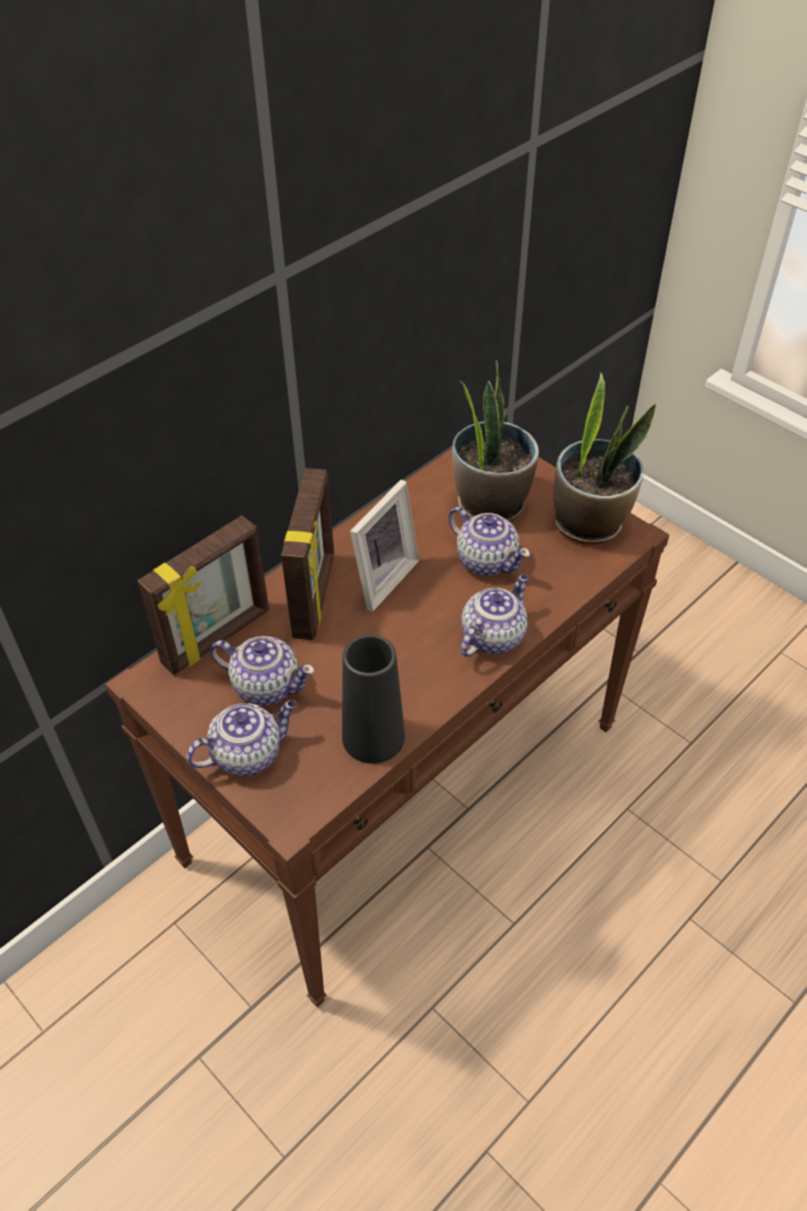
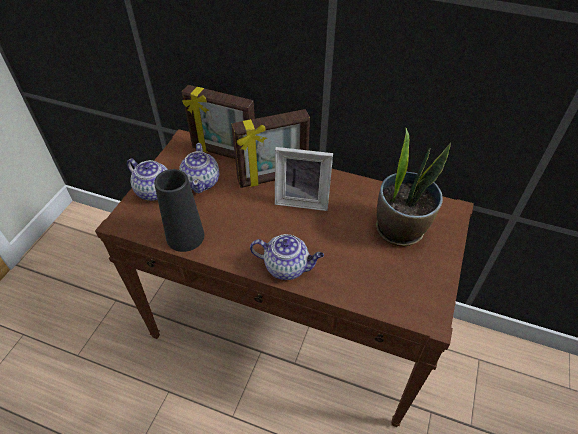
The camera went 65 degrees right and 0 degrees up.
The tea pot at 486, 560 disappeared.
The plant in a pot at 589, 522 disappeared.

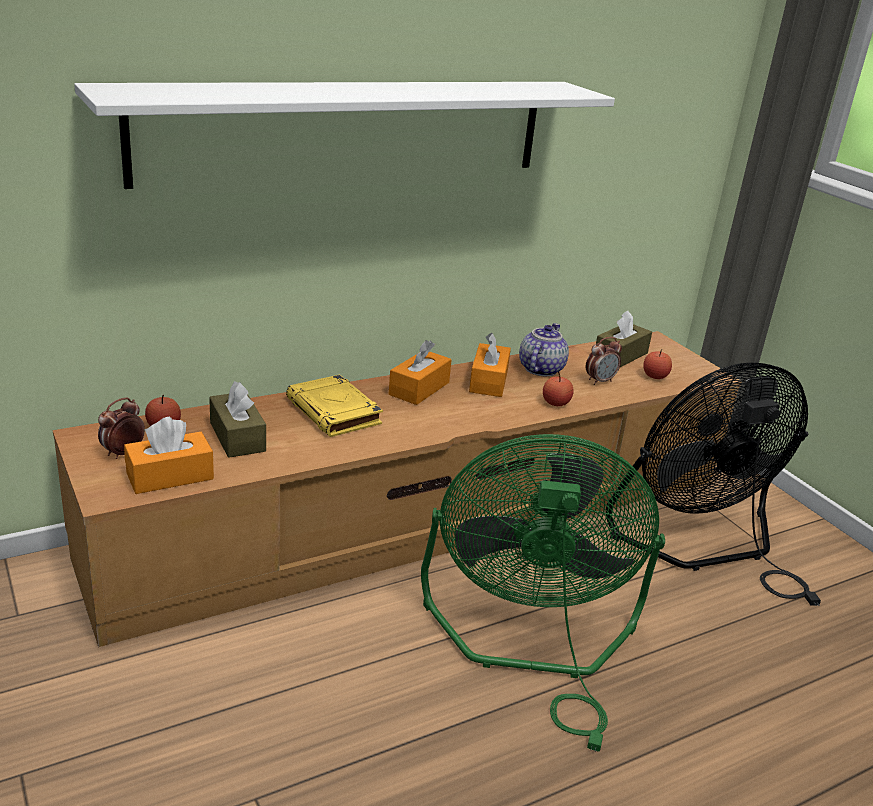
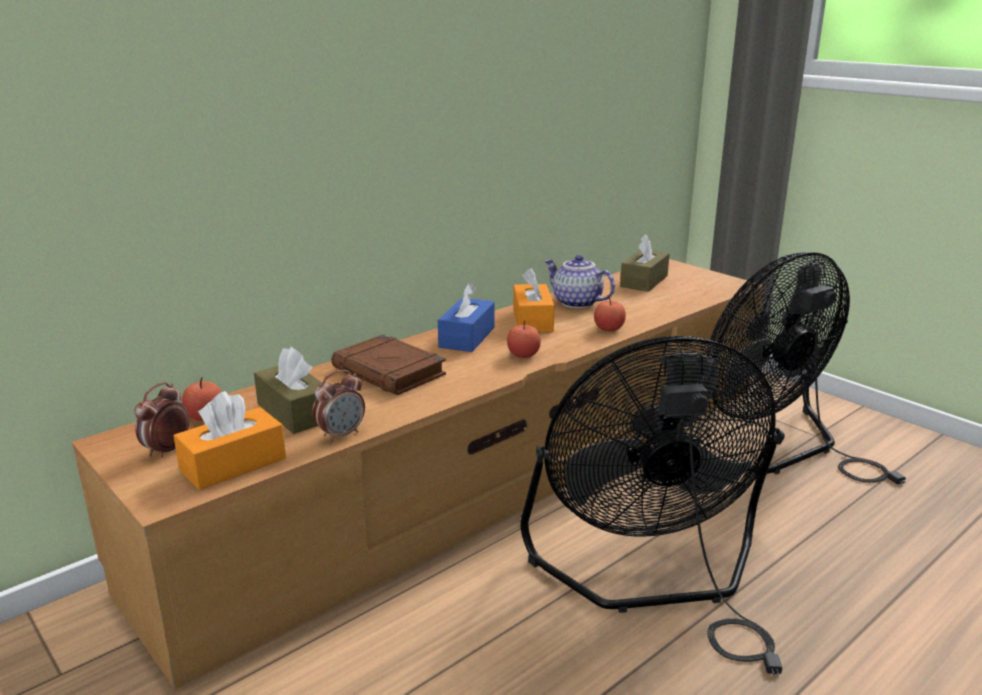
The camera went 10 degrees left and 5 degrees down.
The shelf/white at 349, 130 disappeared.
The bedside clock moved from 600, 381 to 341, 435.
The whole apple moved from 655, 376 to 523, 355.
The bound book/yellowish at 334, 412 became the bound book/brownish at 390, 372.
The tissue holder/orange at 419, 388 became the tissue holder/blue at 467, 337.
The electric fan/green-coloured at 537, 648 became the electric fan/black-coloured at 665, 581.
The tea pot at 540, 369 turned 60 degrees counterclockwise.

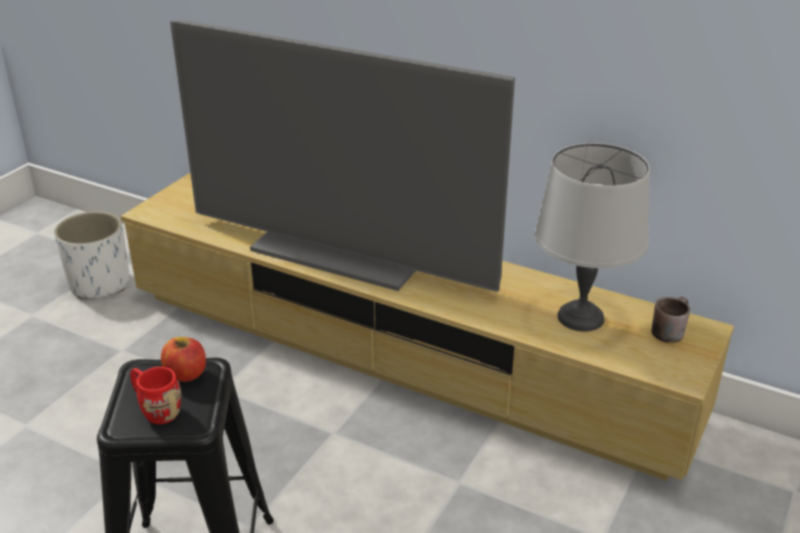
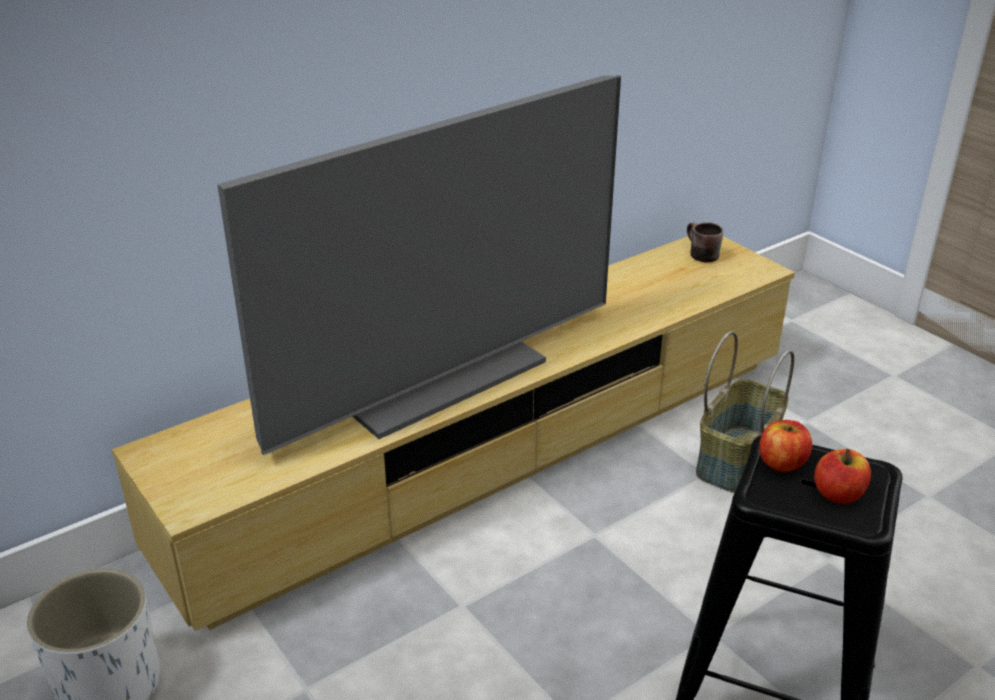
The camera went 65 degrees left and 0 degrees up.
The table lamp/grey at 581, 317 disappeared.
The basket at 736, 458 appeared.
The tea mug/red-coloured at 156, 409 was replaced by the whole apple at 838, 494.

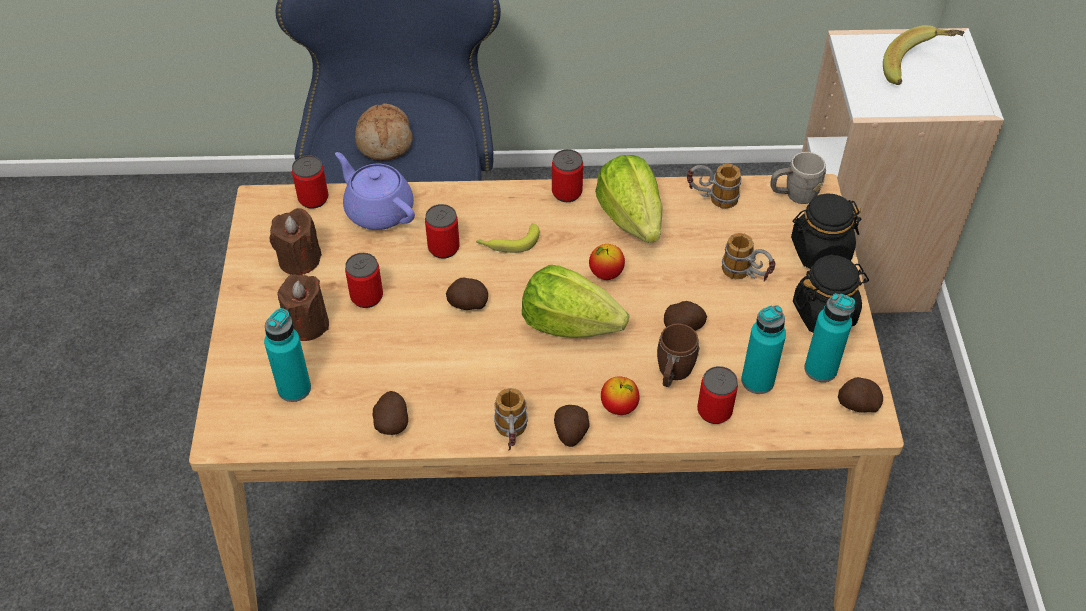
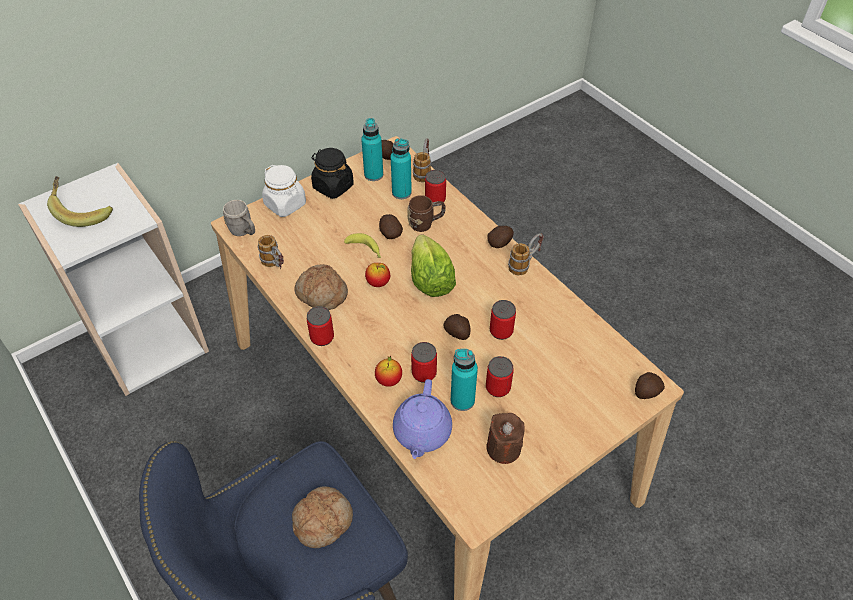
The camera went 125 degrees left and 0 degrees up.
The candle/brownish at 307, 324 disappeared.
The bottle/blue-green moved from 294, 388 to 462, 400.
The can moved from 313, 198 to 501, 331.
The whole potato moved from 392, 421 to 645, 392.
The banana fruit moved from 508, 243 to 365, 250.
The whole apple moved from 619, 407 to 389, 380.
The tea mug moved from 746, 276 to 423, 170.
The head of lettuce at 631, 218 was replaced by the bread at 321, 294.
The jar/black-coloured at 820, 251 became the jar/white at 285, 204.

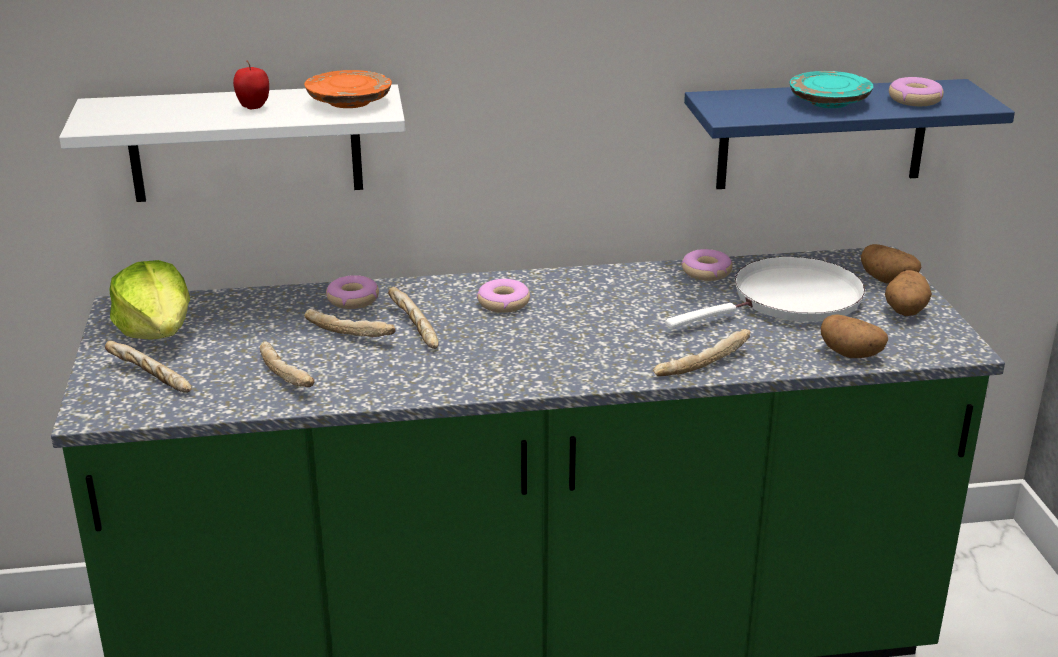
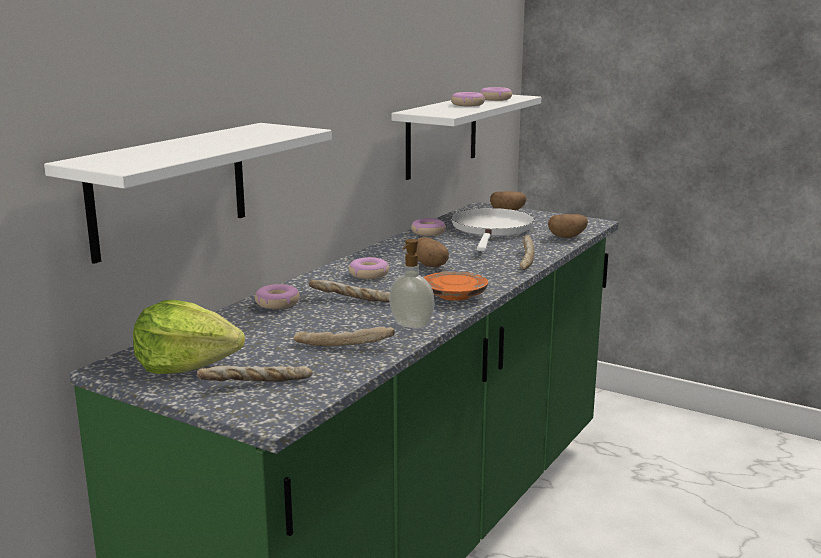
The camera went 50 degrees left and 10 degrees down.
The whole apple at 253, 107 disappeared.
The bread at 349, 332 disappeared.
The soap bottle at 410, 326 appeared.
The plate/orange moved from 349, 102 to 454, 296.
The whole potato moved from 905, 311 to 431, 266.
The plate/blue-green at 829, 102 was replaced by the donut at 467, 104.
The shelf/blue at 822, 134 became the shelf/white at 441, 135.

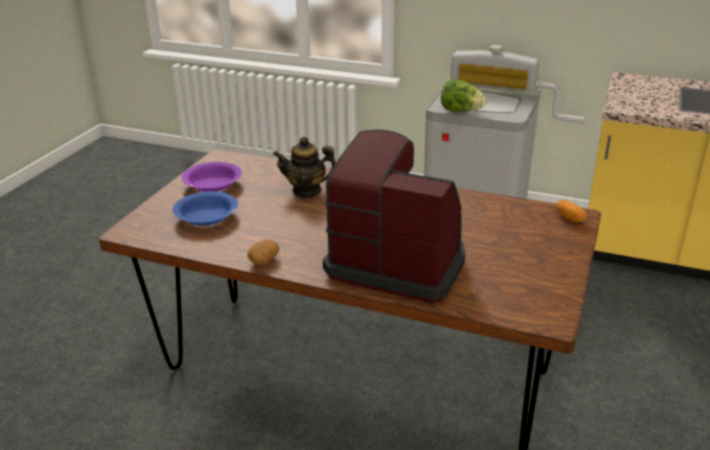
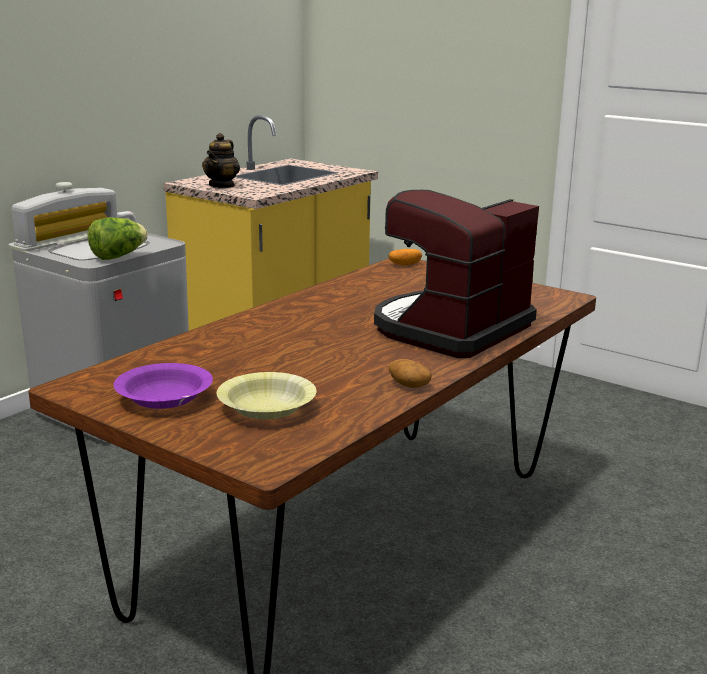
The camera went 75 degrees left and 10 degrees down.
The tea pot moved from 307, 191 to 222, 185.
The bowl/blue at 206, 217 became the bowl/yellowish at 267, 408.

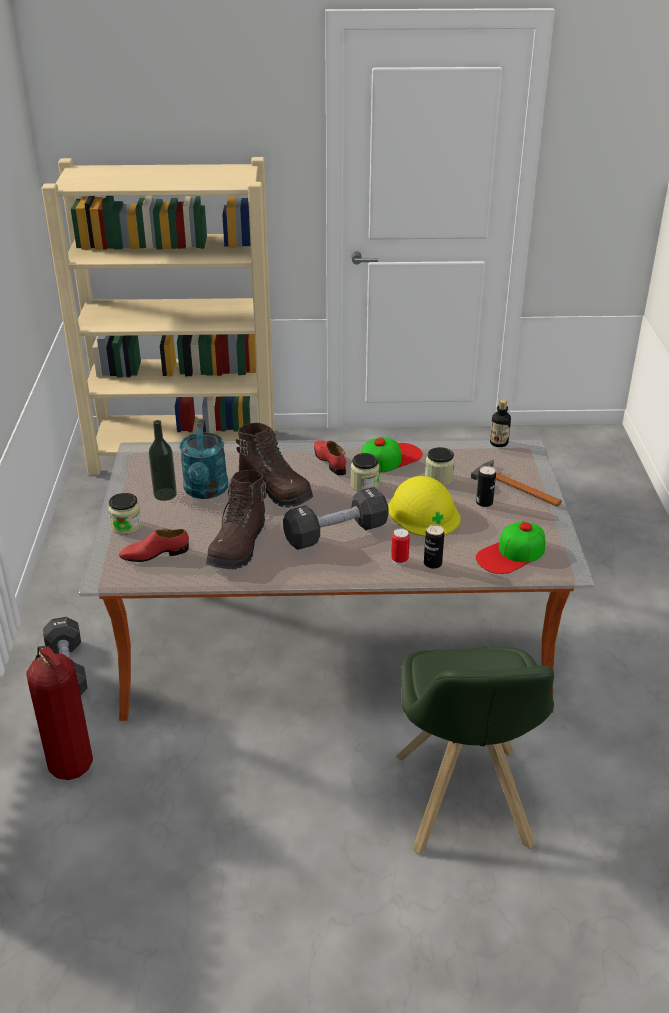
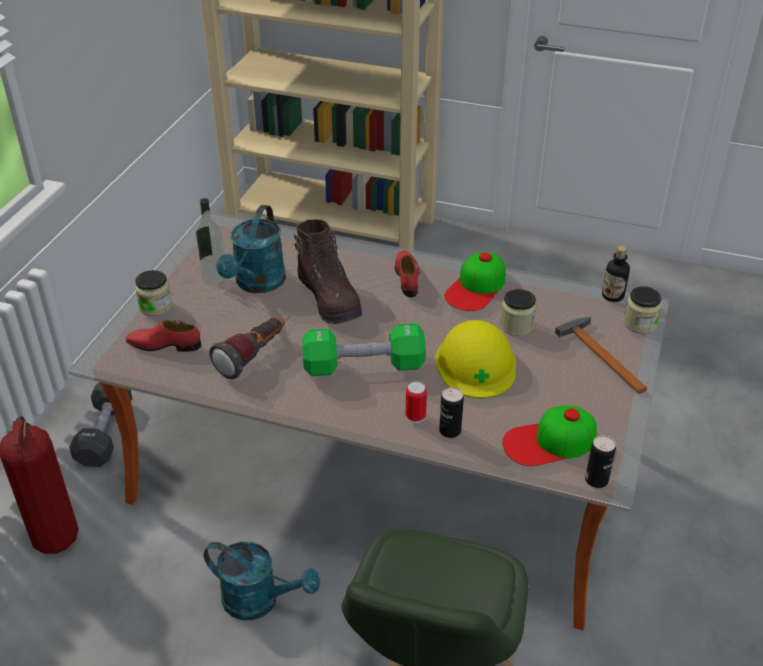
The camera went 20 degrees right and 5 degrees up.
The sprinkling can/blue-green at 260, 601 appeared.
The jar moved from 364, 485 to 639, 323.
The can moved from 484, 502 to 596, 480.
The boot/brownish at 239, 546 was replaced by the flashlight at 253, 357.
The free weight/black-coloured at 336, 533 became the free weight/green-coloured at 363, 366.
The peaked cap at 390, 458 turned 135 degrees clockwise.

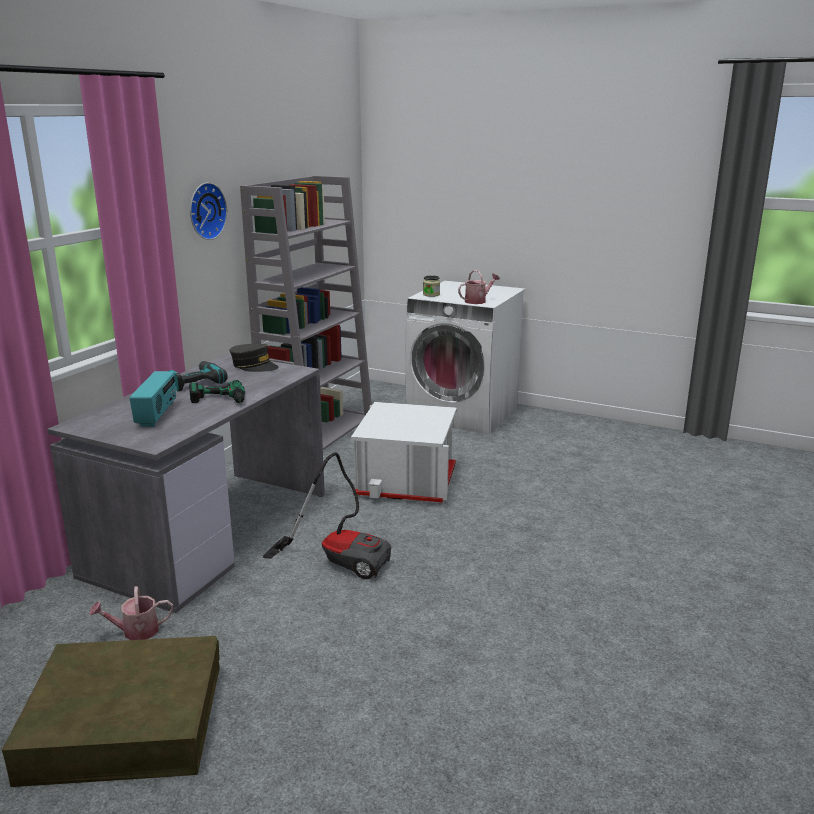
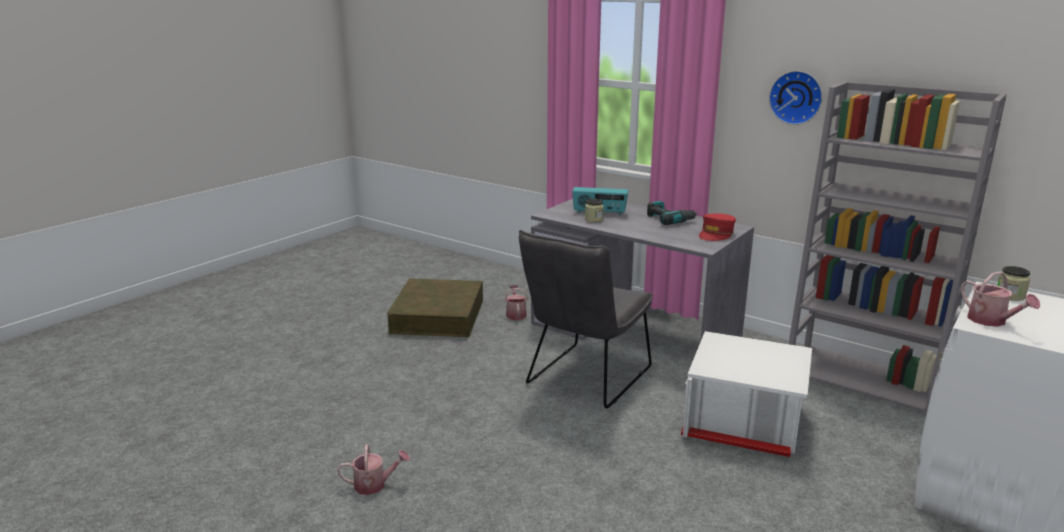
The camera went 100 degrees right and 0 degrees up.
The electric drill at 218, 401 disappeared.
The sprinkling can at 375, 484 appeared.
The jar at 593, 219 appeared.
The vacuum cleaner at 340, 559 was replaced by the upright chair/grey at 584, 379.
The peaked cap/grey at 254, 366 became the peaked cap/red-coloured at 716, 234.

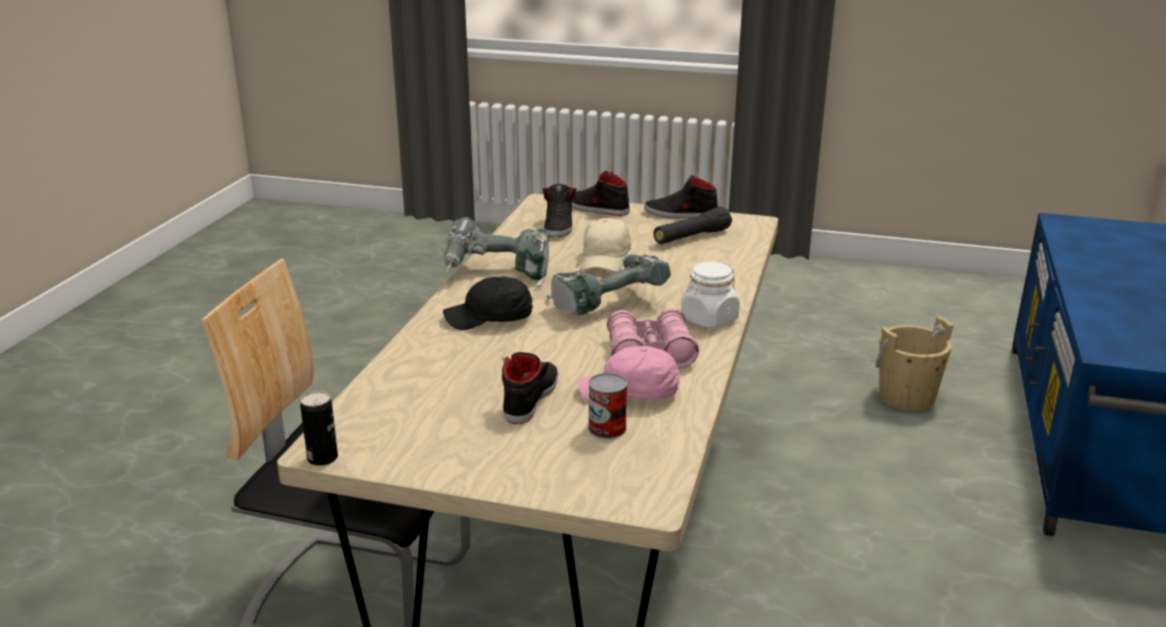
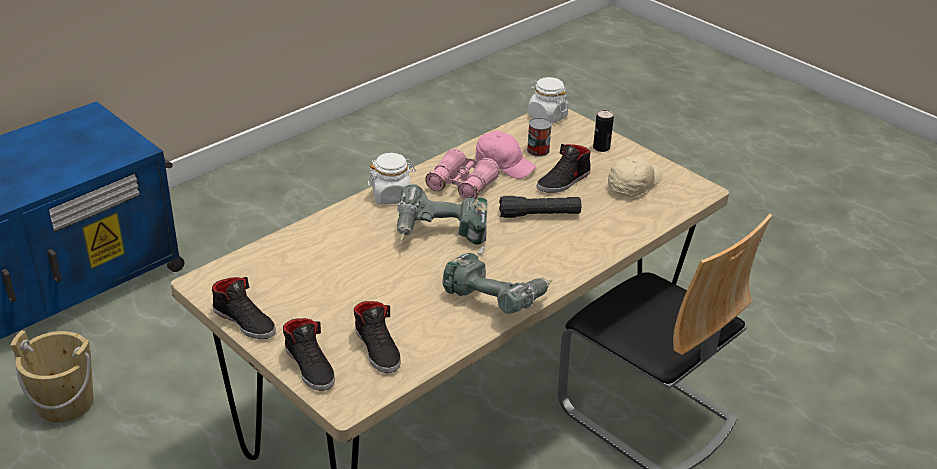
The camera went 150 degrees left and 10 degrees up.
The peaked cap/black-coloured at 490, 319 disappeared.
The jar/white at 547, 116 appeared.
The can moved from 322, 458 to 601, 148.
The peaked cap/beige-coloured moved from 605, 259 to 633, 184.
The flashlight/black-coloured moved from 691, 237 to 539, 215.
The low shoe/black-coloured at 559, 226 turned 120 degrees clockwise.

